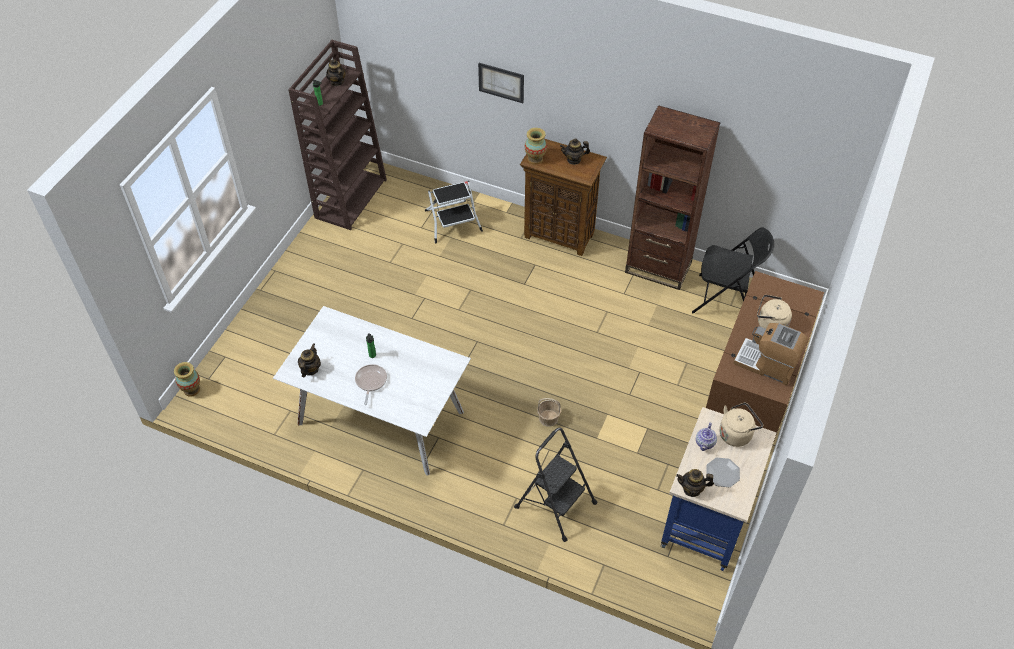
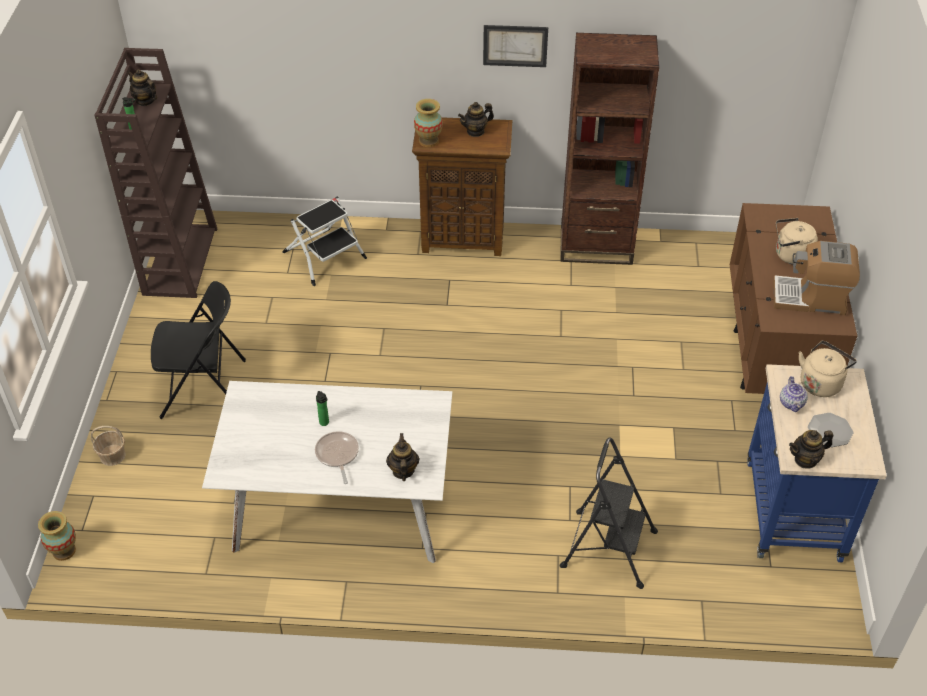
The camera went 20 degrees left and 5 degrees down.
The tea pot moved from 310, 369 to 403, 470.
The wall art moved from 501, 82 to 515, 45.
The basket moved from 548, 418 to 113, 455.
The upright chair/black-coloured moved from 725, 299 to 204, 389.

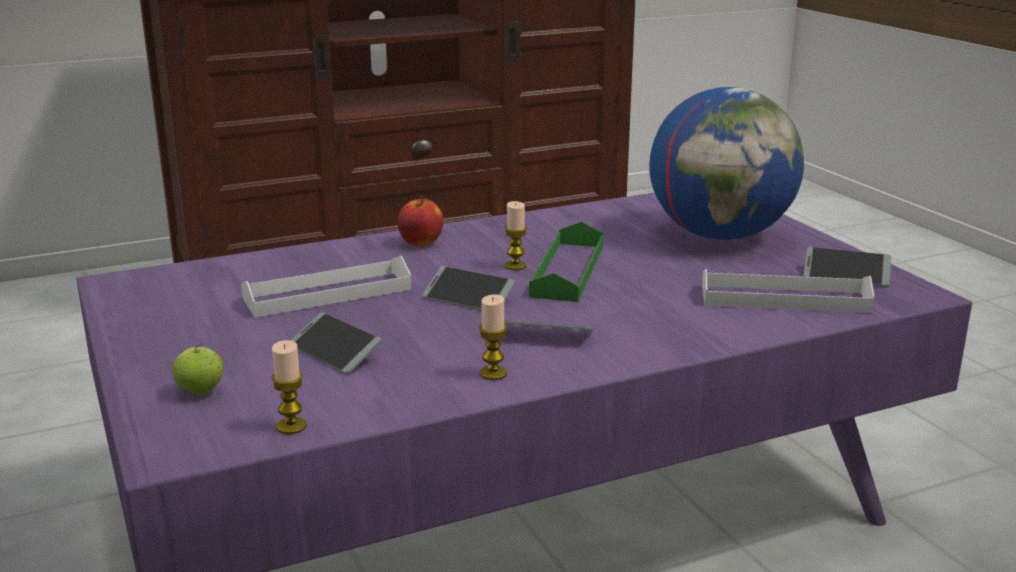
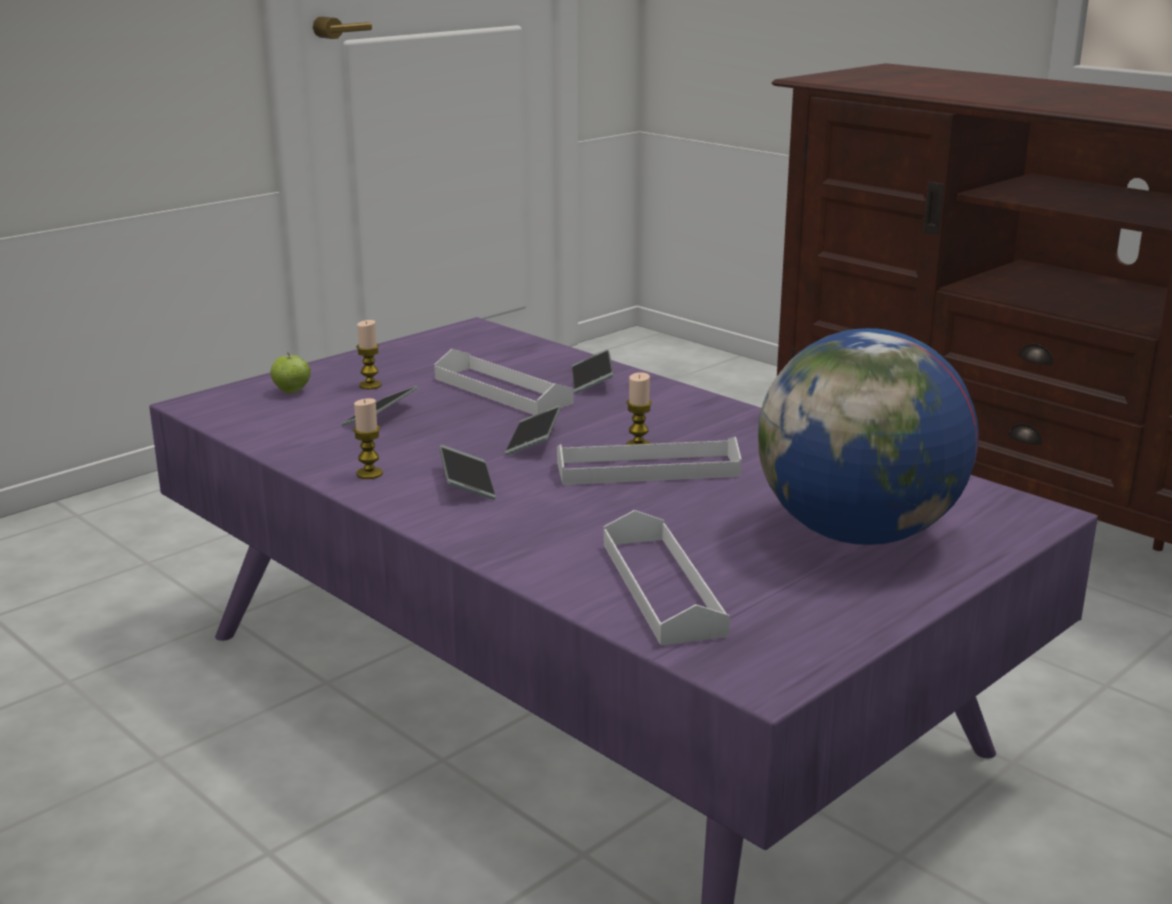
The camera went 70 degrees right and 0 degrees up.
The whole apple at 421, 243 disappeared.
The candle moved from 291, 426 to 370, 385.
The phone moved from 846, 275 to 592, 380.
The carrying tray/green-coloured at 567, 270 became the carrying tray/white at 647, 469.

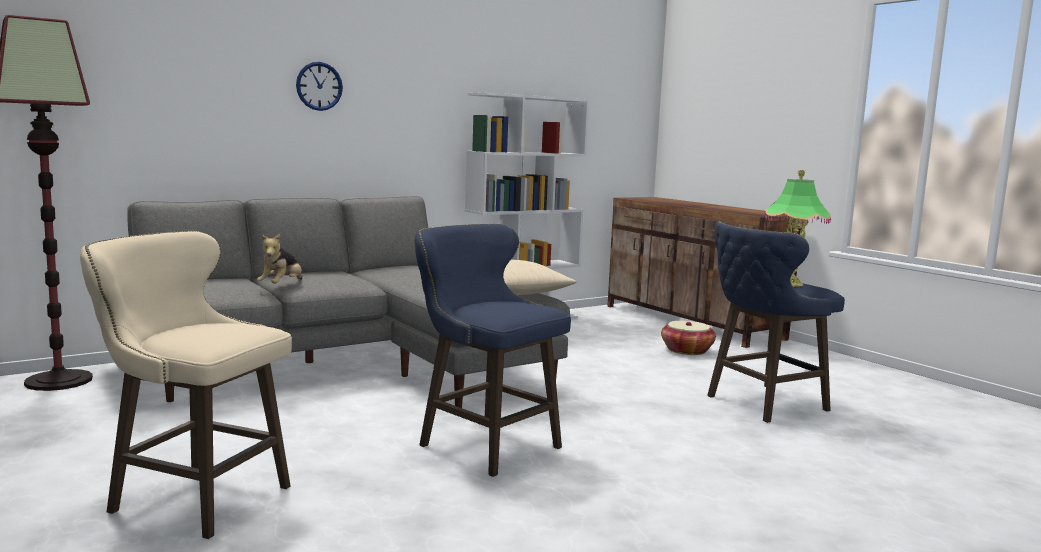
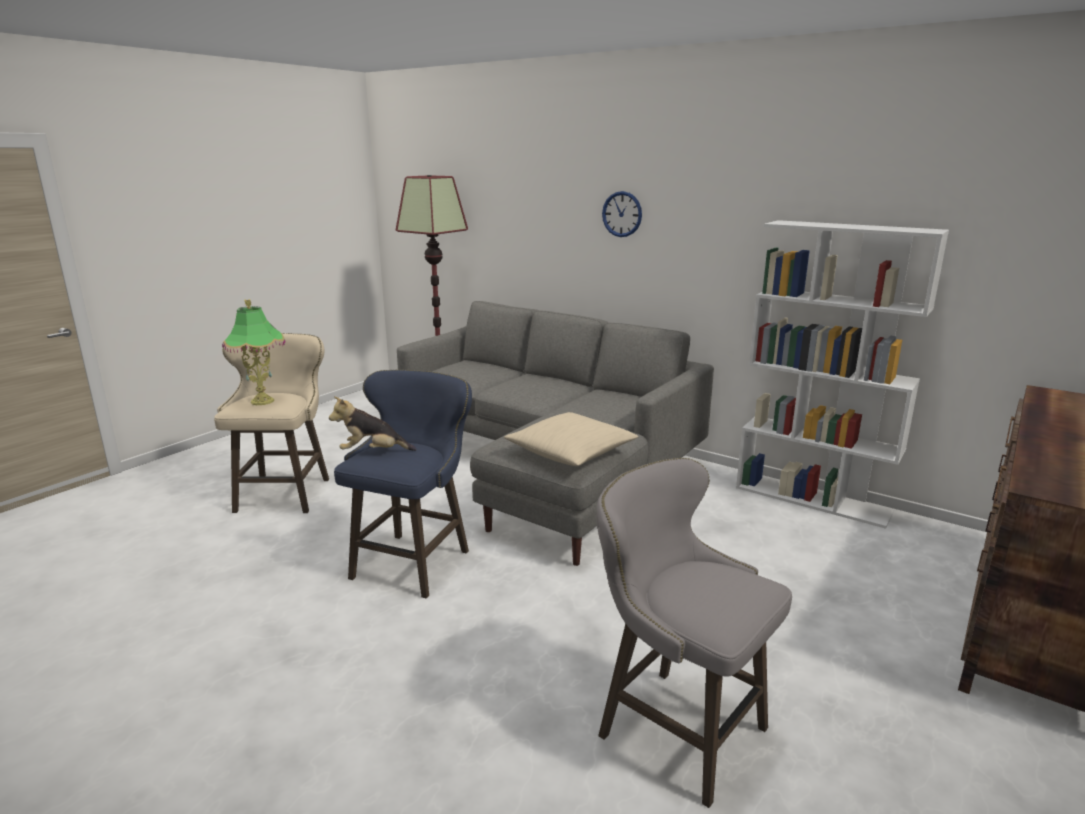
The camera went 70 degrees right and 10 degrees up.
The basket at 687, 350 disappeared.
The soft toy moved from 282, 286 to 373, 452.
The table lamp moved from 790, 284 to 262, 401.
The stool/blue at 762, 404 became the stool/grey at 675, 727.

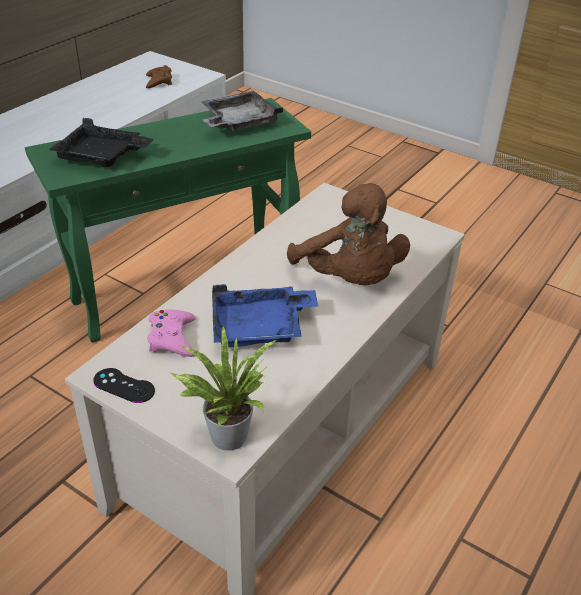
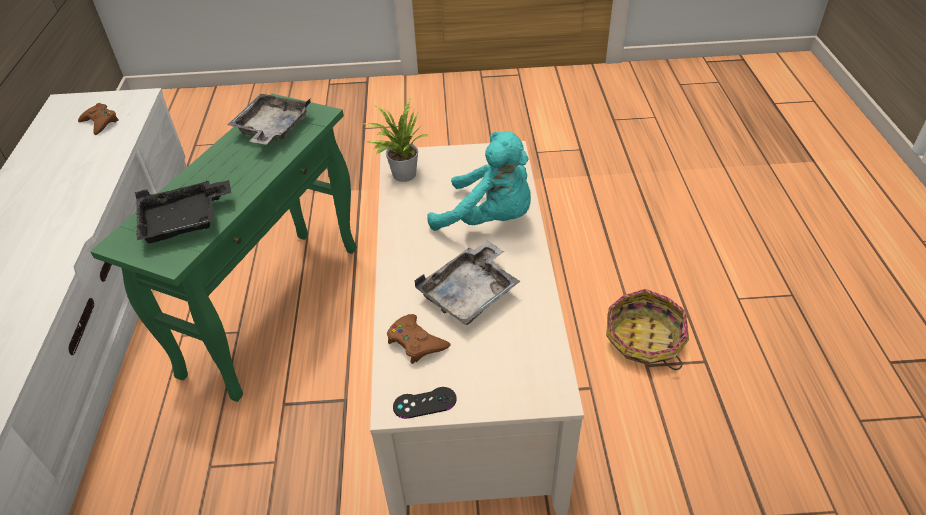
The camera went 35 degrees left and 5 degrees up.
The basket at 644, 340 appeared.
The plant in a pot moved from 225, 433 to 401, 174.
The gamepad/pink-coloured at 172, 338 became the gamepad/brownish at 416, 342.
The carrying tray/blue at 260, 328 became the carrying tray/grey at 470, 294.
The soft toy/brownish at 349, 279 became the soft toy/blue-green at 489, 219.

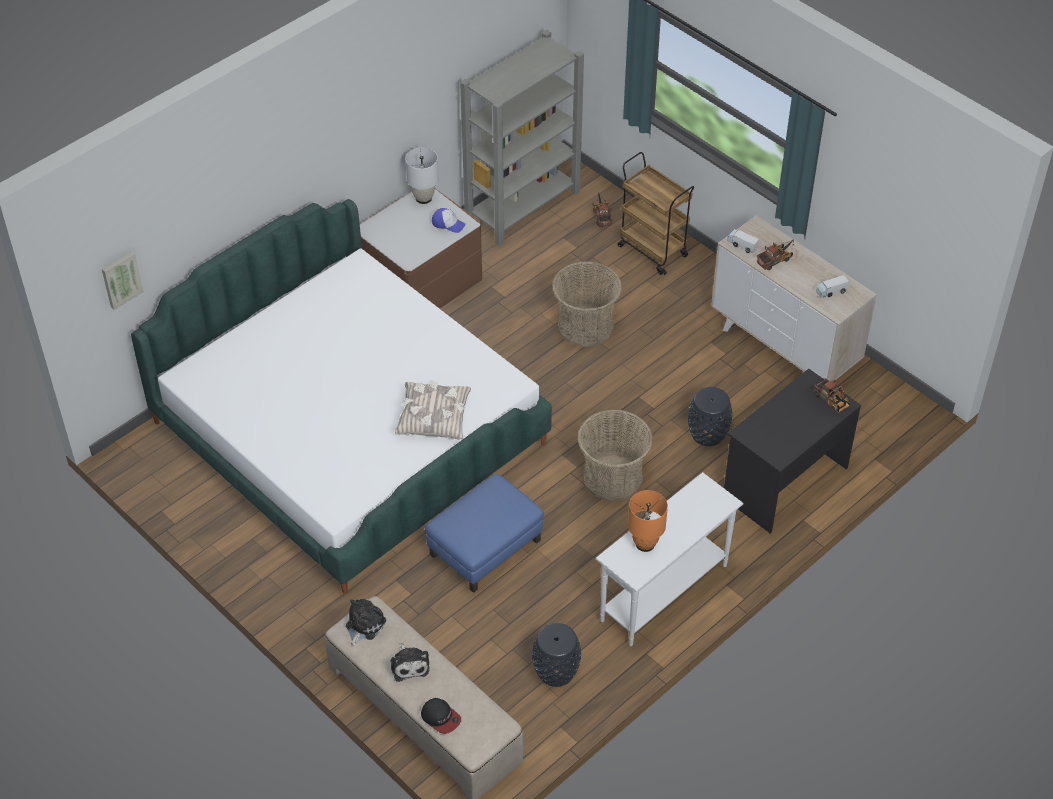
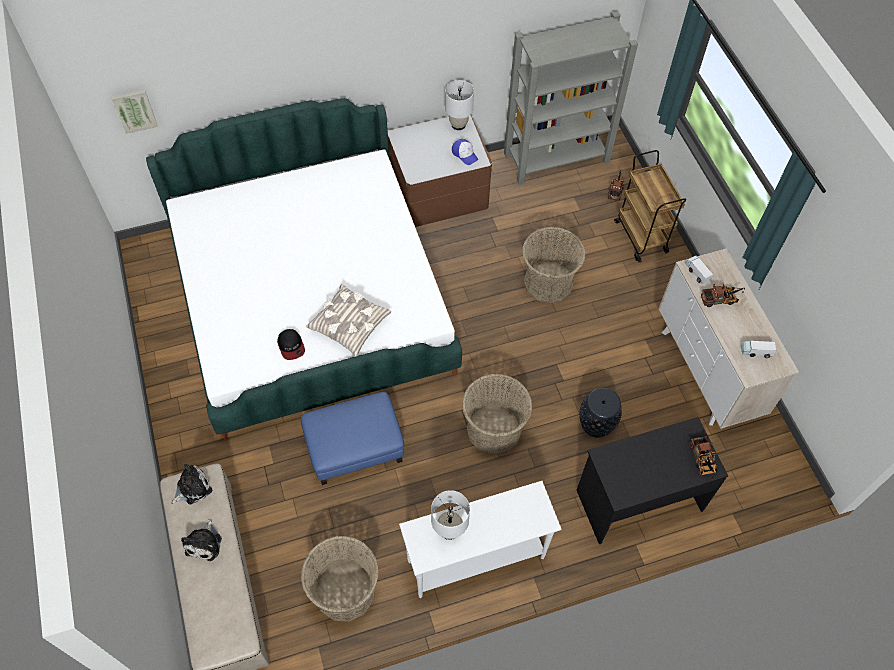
The camera went 25 degrees right and 10 degrees up.
The peaked cap moved from 441, 718 to 291, 346.
The stool/black-coloured at 556, 671 was replaced by the basket at 345, 591.
The table lamp/orange at 645, 544 became the table lamp/white at 449, 530.

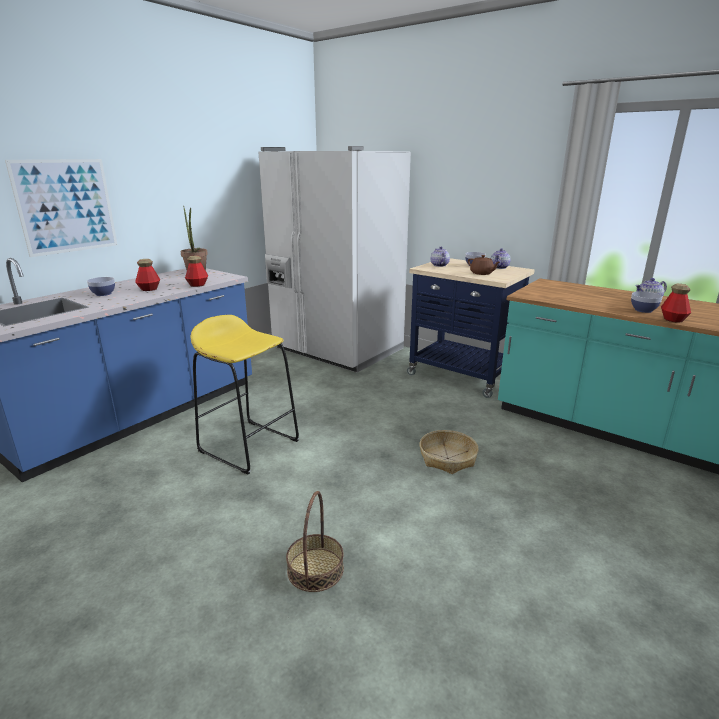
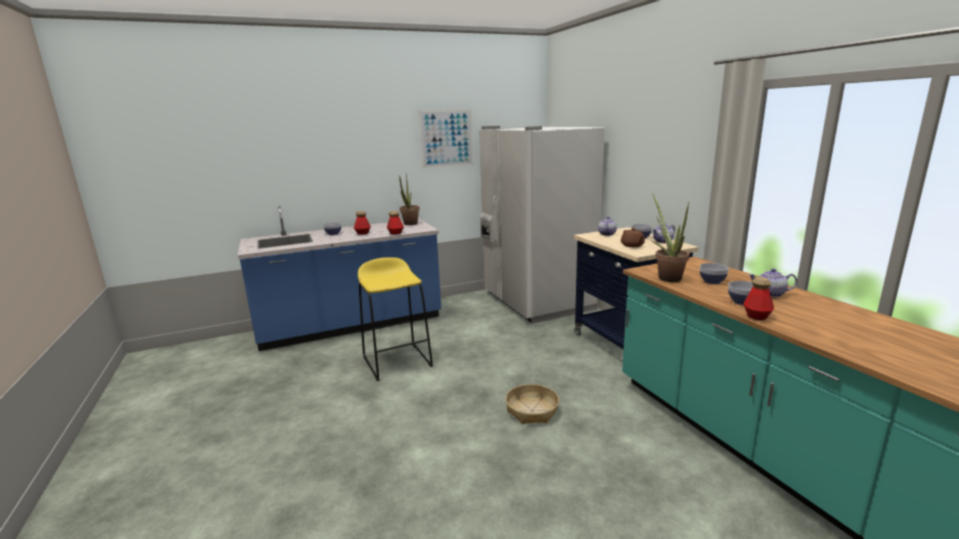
The camera went 30 degrees right and 5 degrees down.
The basket at 315, 569 disappeared.
The plant in a pot at 666, 277 appeared.
The bowl at 712, 281 appeared.
The wall art moved from 66, 206 to 446, 138.

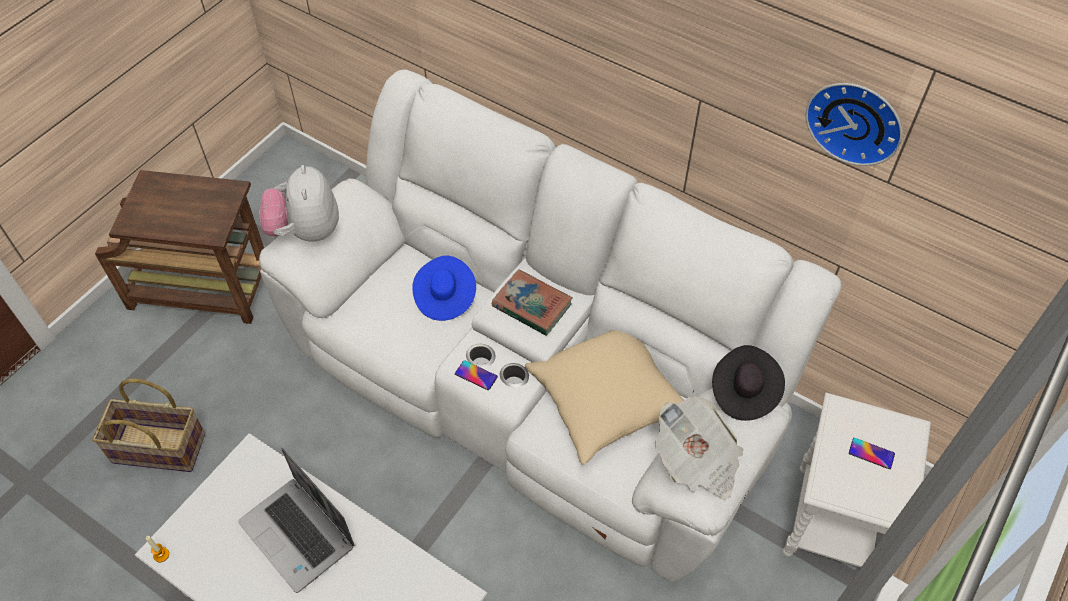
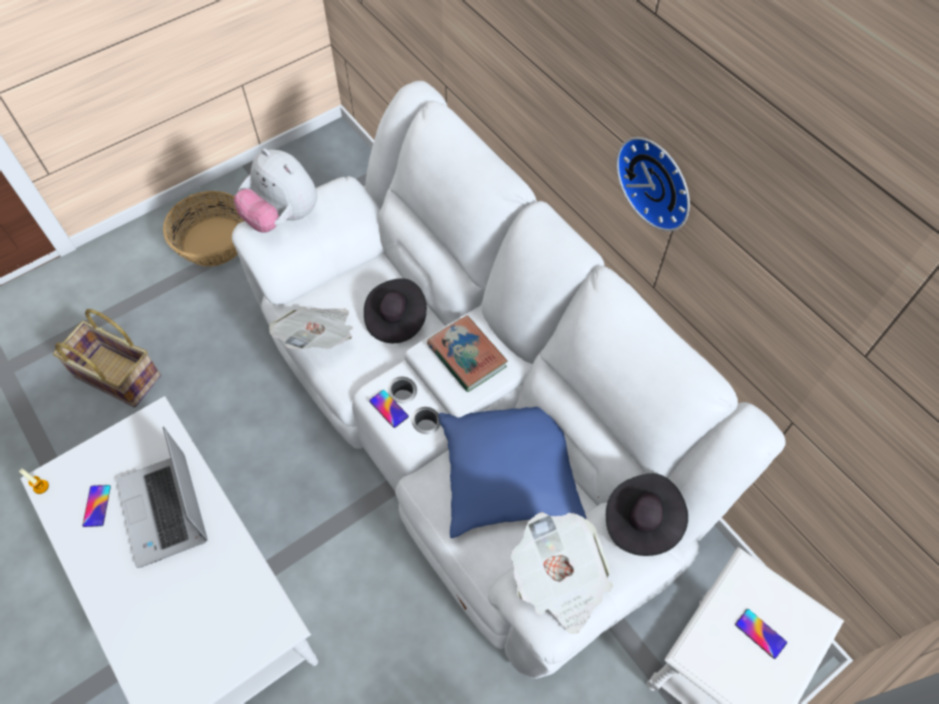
The camera went 20 degrees right and 5 degrees up.
The phone at 97, 506 appeared.
The newspaper at 318, 338 appeared.
The hanging clock moved from 856, 120 to 658, 181.
The accent table/brownish at 204, 290 was replaced by the basket at 214, 242.
The clothing hat/blue at 444, 297 became the clothing hat/black-coloured at 396, 319.
The cushion/beige-coloured at 607, 400 became the cushion/blue at 509, 475.
The soft toy at 306, 231 turned 60 degrees counterclockwise.

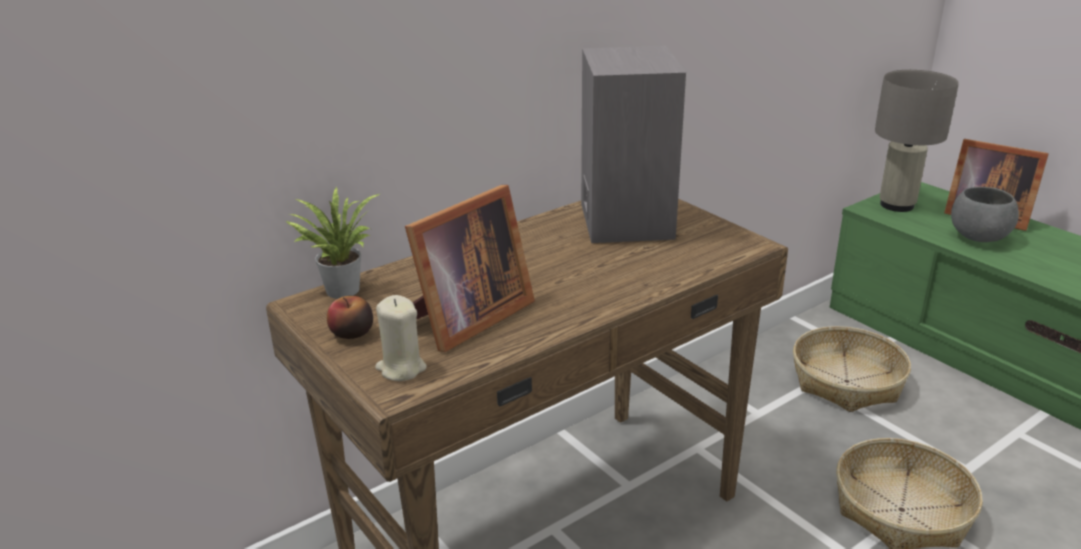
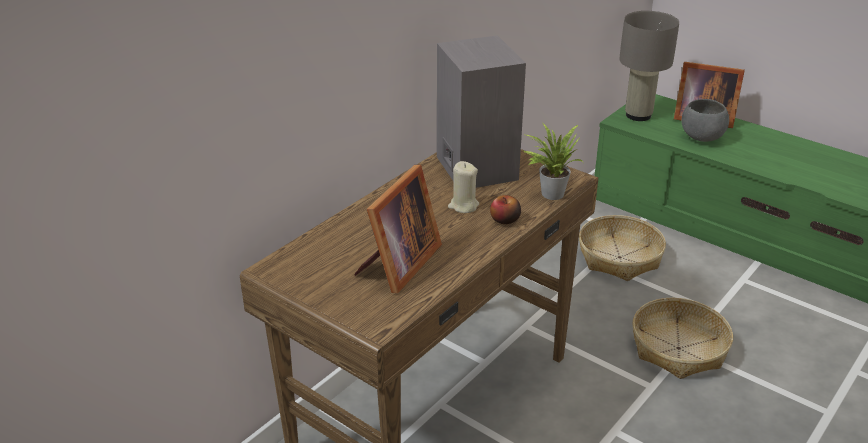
The camera went 15 degrees left and 5 degrees up.
The plant in a pot moved from 340, 289 to 549, 193.
The whole apple moved from 352, 333 to 505, 220.
The candle/beige-coloured moved from 401, 368 to 463, 206.

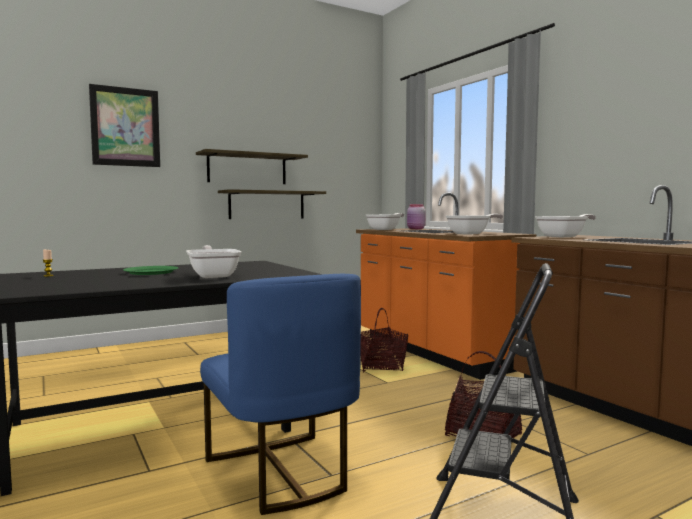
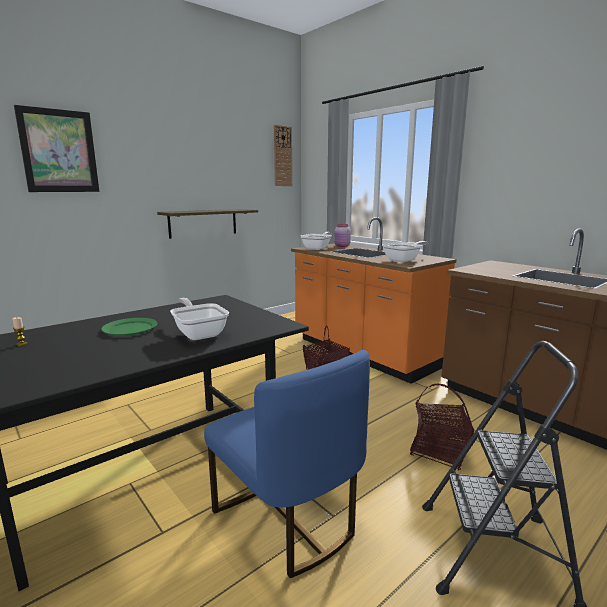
The camera went 10 degrees left and 10 degrees up.
The shelf at 247, 169 disappeared.
The skillet at 564, 236 disappeared.
The hanging clock at 282, 156 appeared.

